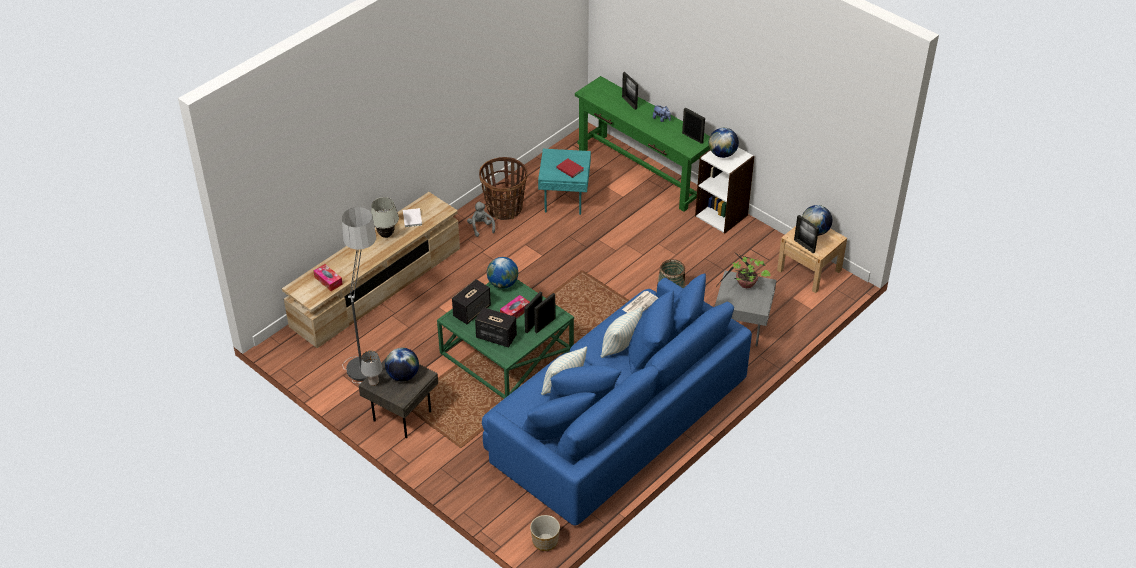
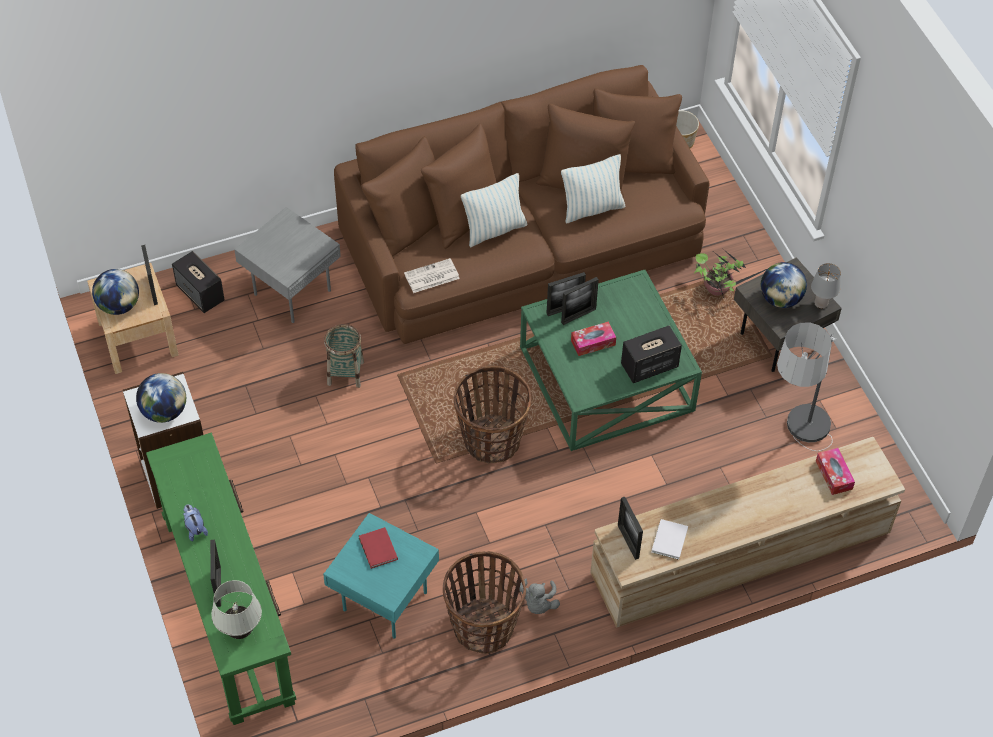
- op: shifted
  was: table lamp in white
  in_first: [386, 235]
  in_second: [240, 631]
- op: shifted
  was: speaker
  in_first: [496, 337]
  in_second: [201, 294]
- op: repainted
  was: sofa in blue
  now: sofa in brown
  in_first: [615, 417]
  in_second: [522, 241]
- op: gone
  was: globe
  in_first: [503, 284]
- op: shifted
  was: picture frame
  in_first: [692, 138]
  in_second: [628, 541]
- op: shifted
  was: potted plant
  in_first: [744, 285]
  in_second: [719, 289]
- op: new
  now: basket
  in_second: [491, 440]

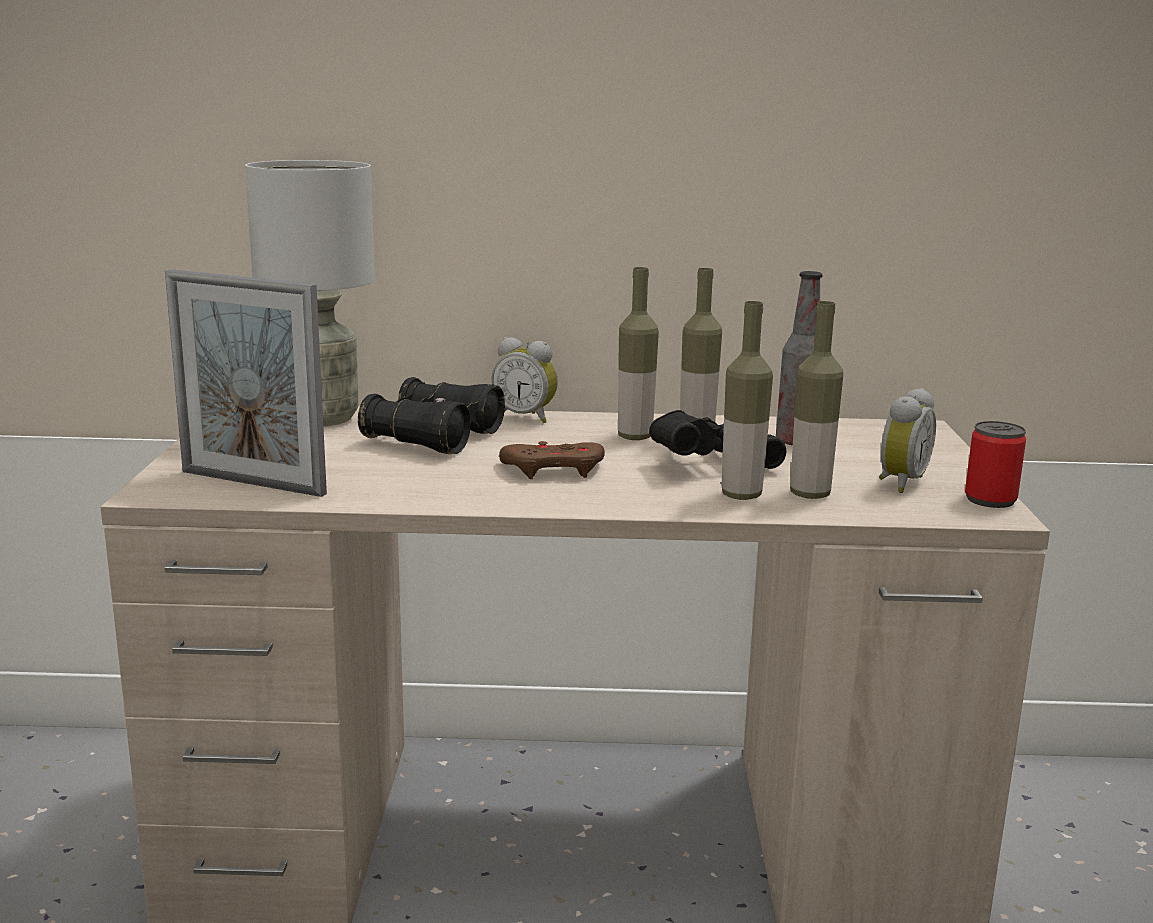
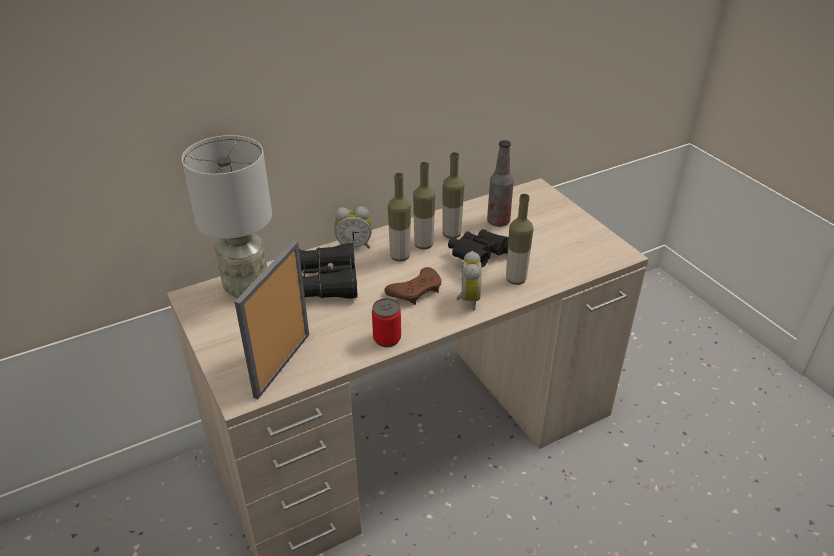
- op: rotated
  was: picture frame
  in_first: [252, 482]
  in_second: [282, 364]
  clockwise: 120
- op: shifted
  was: bottle
  in_first: [810, 494]
  in_second: [400, 257]
- op: shifted
  was: alarm clock
  in_first: [899, 483]
  in_second: [467, 299]
- op: shifted
  was: can
  in_first: [990, 500]
  in_second: [387, 338]

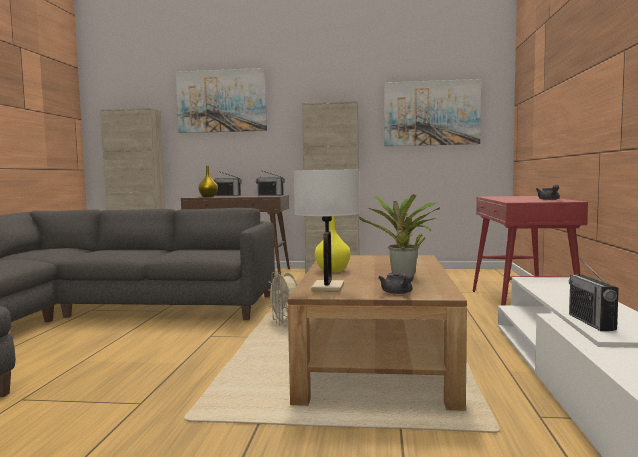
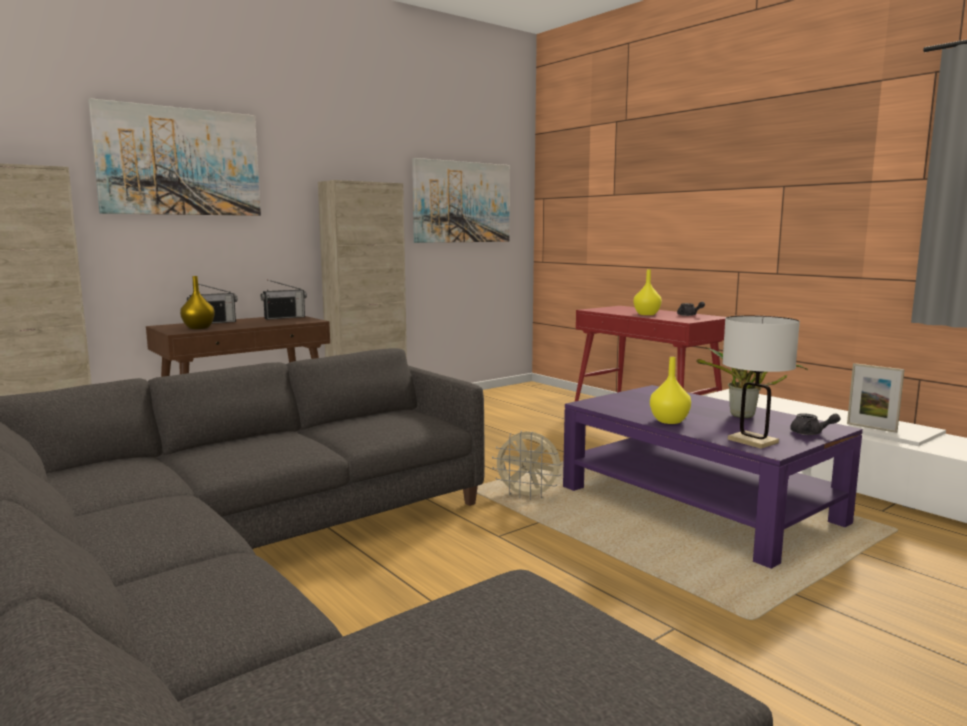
- op: repainted
  was: coffee table in brown
  now: coffee table in purple
  in_first: [376, 359]
  in_second: [697, 504]
- op: swapped
  was: radio
  now: picture frame
  in_first: [591, 322]
  in_second: [871, 428]
- op: new
  now: vase in yellow
  in_second: [646, 314]

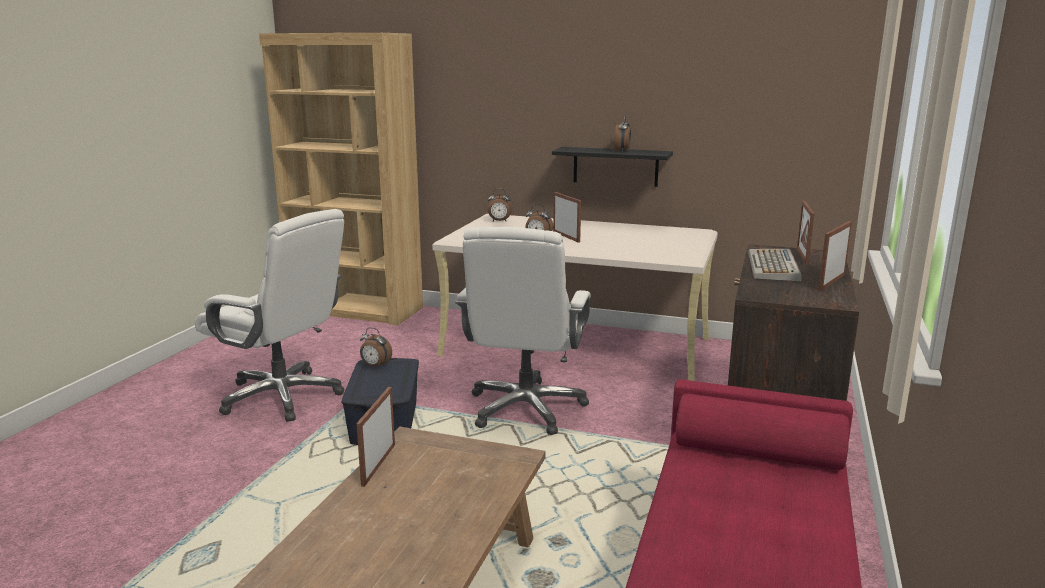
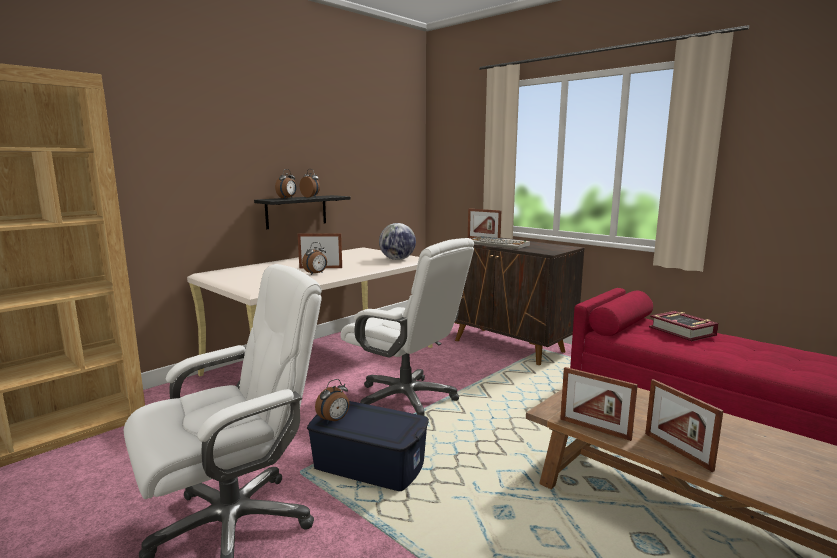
- op: shifted
  was: alarm clock
  in_first: [499, 221]
  in_second: [287, 198]
- op: shifted
  was: picture frame
  in_first: [831, 282]
  in_second: [677, 451]
- op: new
  now: globe
  in_second: [397, 259]
- op: new
  now: book
  in_second: [682, 331]

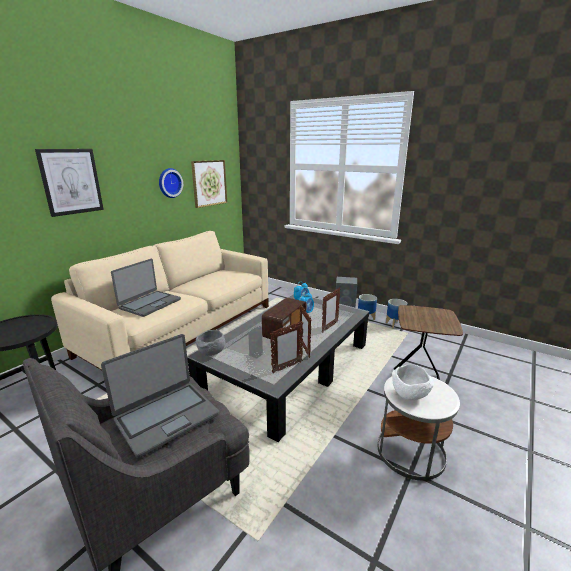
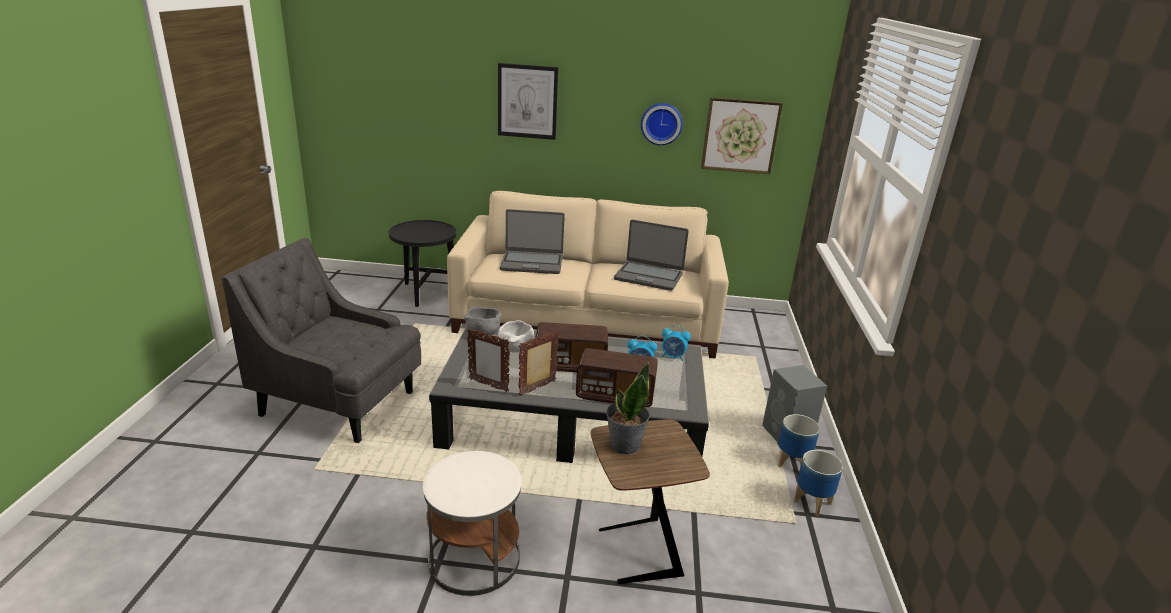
- op: shifted
  was: laptop
  in_first: [166, 417]
  in_second: [649, 276]
- op: swapped
  was: picture frame
  now: radio
  in_first: [329, 327]
  in_second: [615, 395]
- op: shifted
  was: bowl in white
  in_first: [410, 395]
  in_second: [516, 350]
- op: new
  now: potted plant
  in_second: [624, 445]

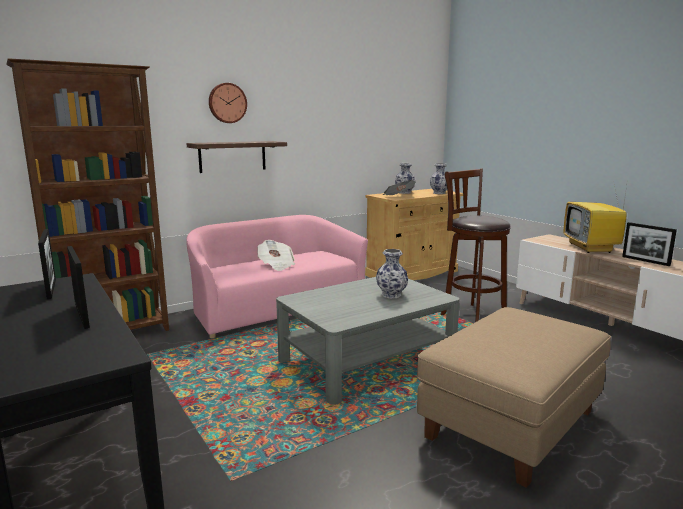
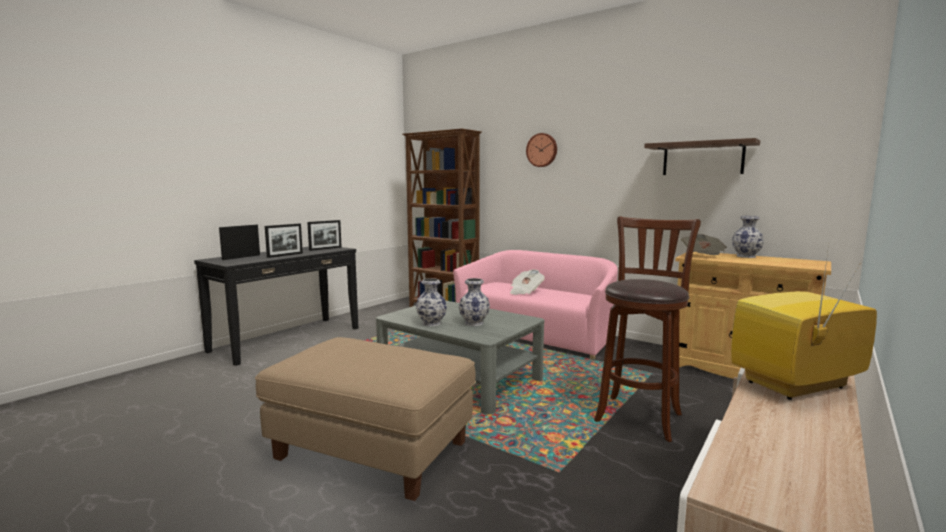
- op: shifted
  was: shelf
  in_first: [232, 156]
  in_second: [702, 158]
- op: shifted
  was: vase
  in_first: [439, 193]
  in_second: [431, 323]
- op: shifted
  was: picture frame
  in_first: [645, 261]
  in_second: [241, 257]

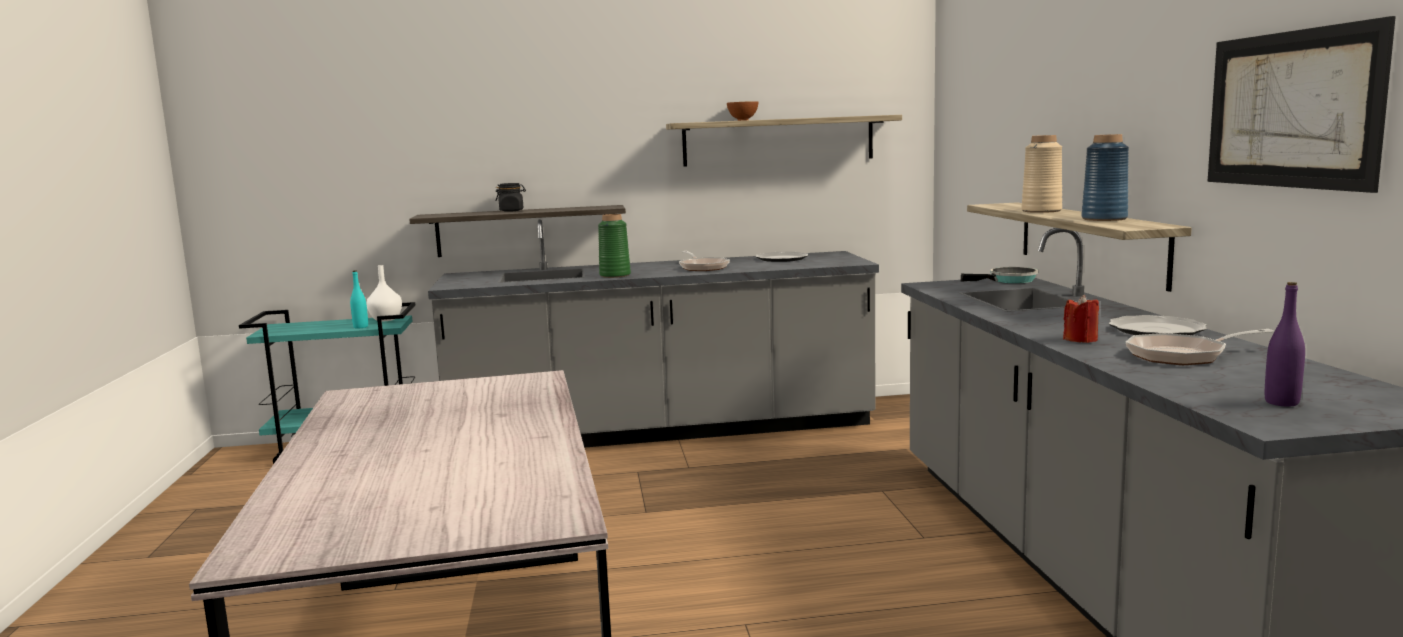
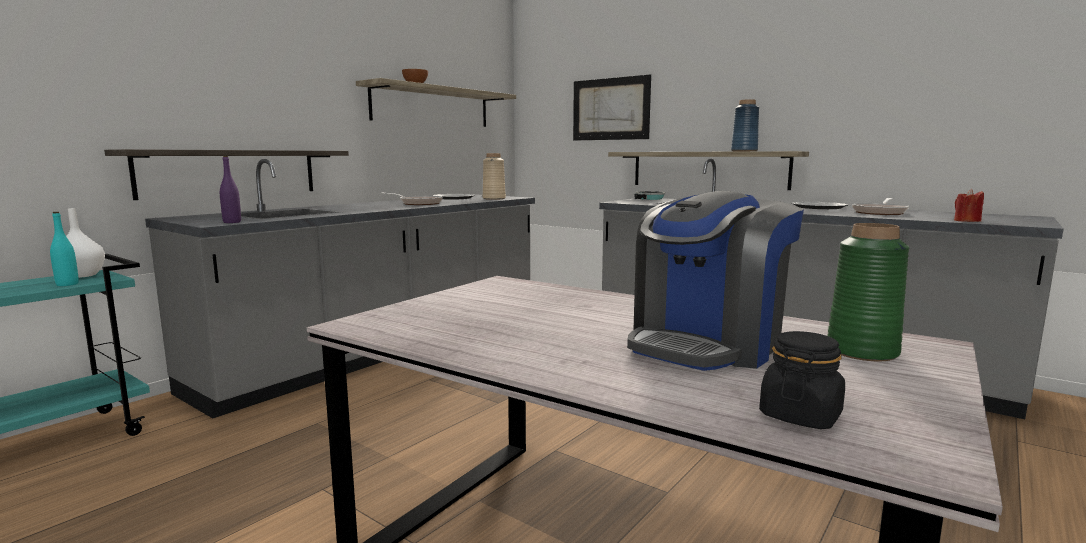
- op: shifted
  was: jar in black
  in_first: [511, 210]
  in_second: [800, 415]
- op: shifted
  was: vase in green
  in_first: [615, 275]
  in_second: [862, 351]
- op: shifted
  was: vase in beige
  in_first: [1041, 211]
  in_second: [494, 198]
- op: shifted
  was: candle in red
  in_first: [1080, 340]
  in_second: [967, 221]
- op: shifted
  was: picture
  in_first: [1291, 109]
  in_second: [610, 109]
- op: shifted
  was: bottle in purple
  in_first: [1281, 402]
  in_second: [232, 222]
- op: new
  now: coffee machine
  in_second: [707, 344]

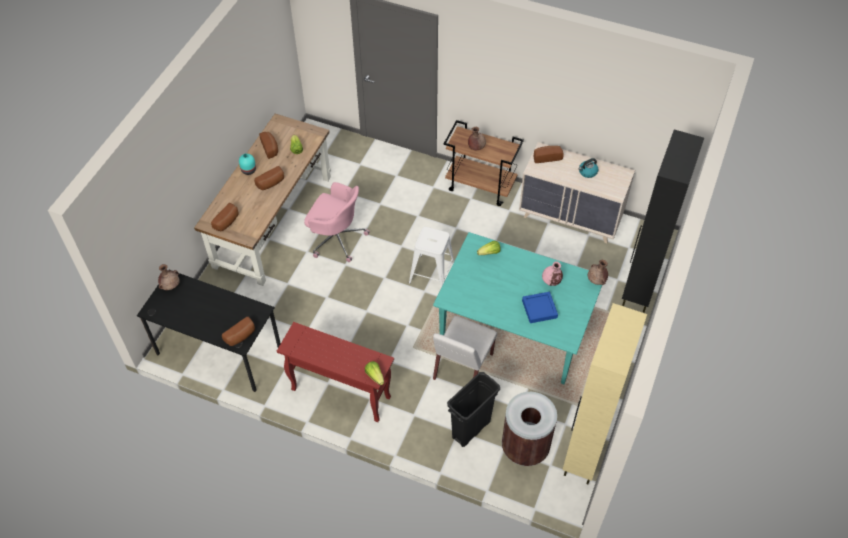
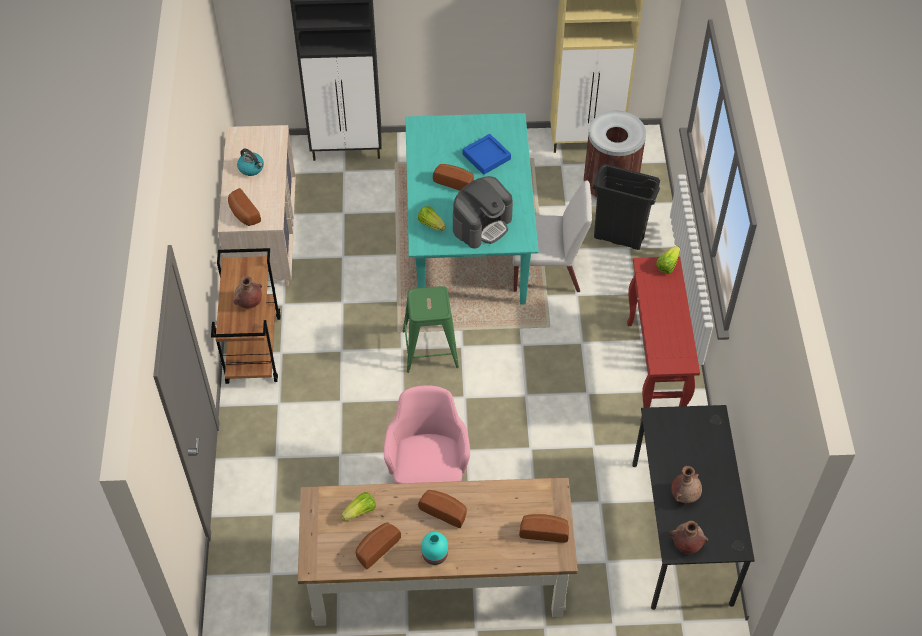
- op: shifted
  was: bread
  in_first: [241, 336]
  in_second: [455, 182]
- op: repainted
  was: stool in white
  now: stool in green
  in_first: [432, 273]
  in_second: [430, 348]
- op: gone
  was: vase in pink
  in_first: [551, 281]
- op: shifted
  was: vase in brown
  in_first: [596, 281]
  in_second: [685, 495]
- op: new
  now: coffee machine
  in_second: [482, 224]

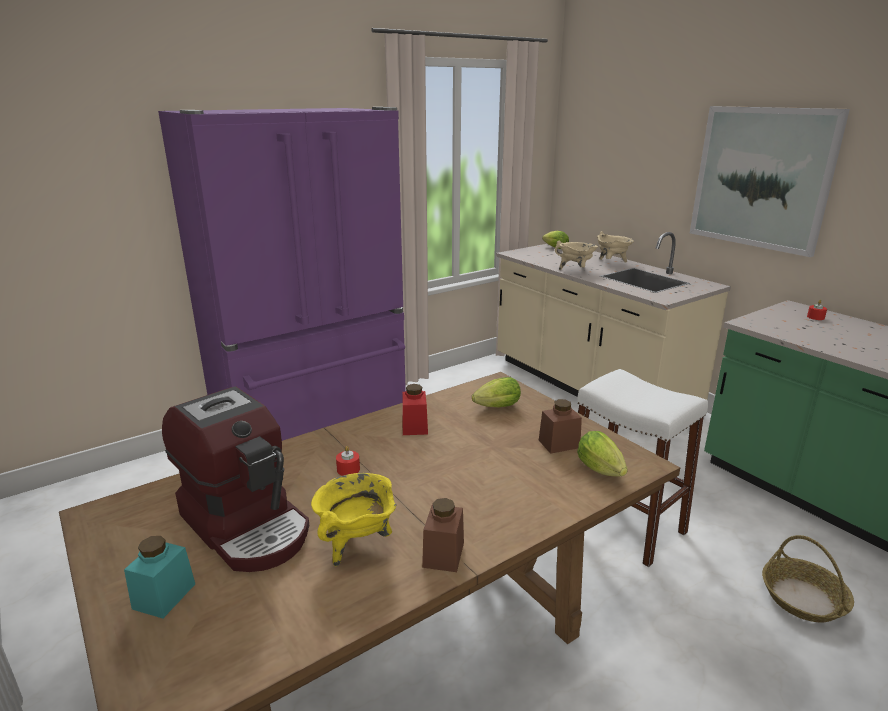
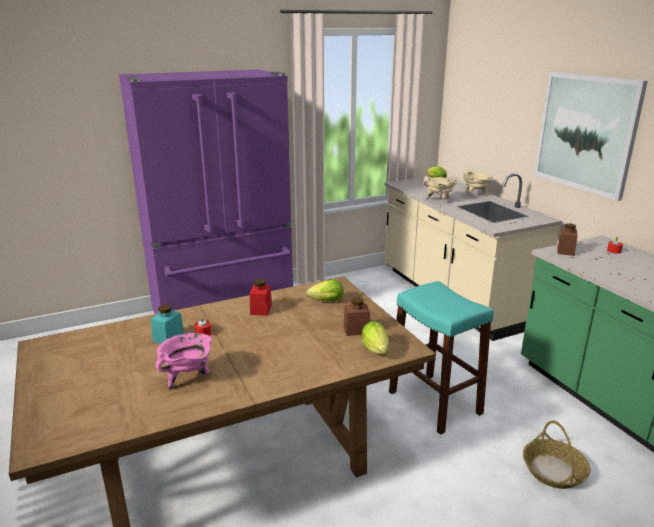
- op: shifted
  was: jar in turquoise
  in_first: [164, 596]
  in_second: [168, 338]
- op: gone
  was: coffee machine
  in_first: [247, 525]
- op: repainted
  was: cooking pot in yellow
  now: cooking pot in pink
  in_first: [357, 543]
  in_second: [188, 378]
- op: shifted
  was: jar in brown
  in_first: [443, 554]
  in_second: [565, 251]
- op: repainted
  was: stool in white
  now: stool in turquoise
  in_first: [623, 524]
  in_second: [434, 402]

